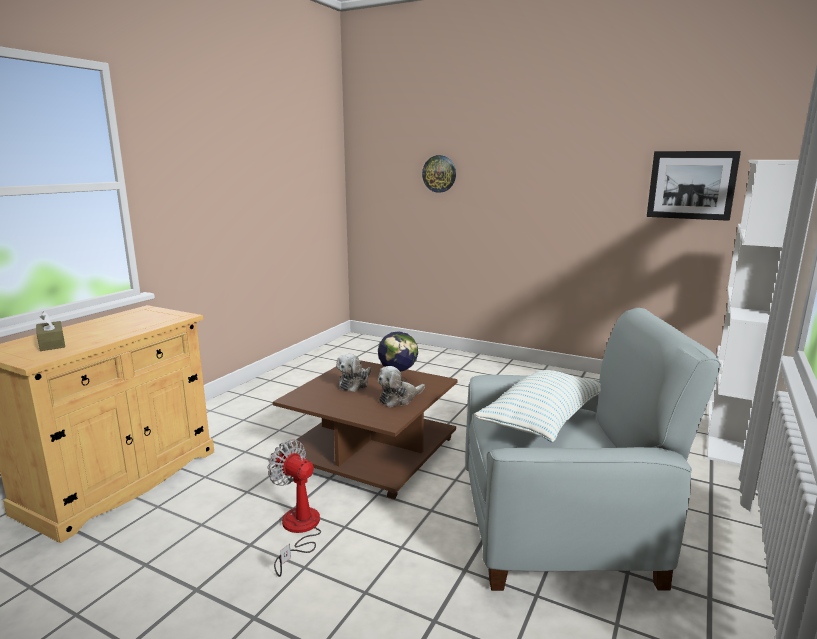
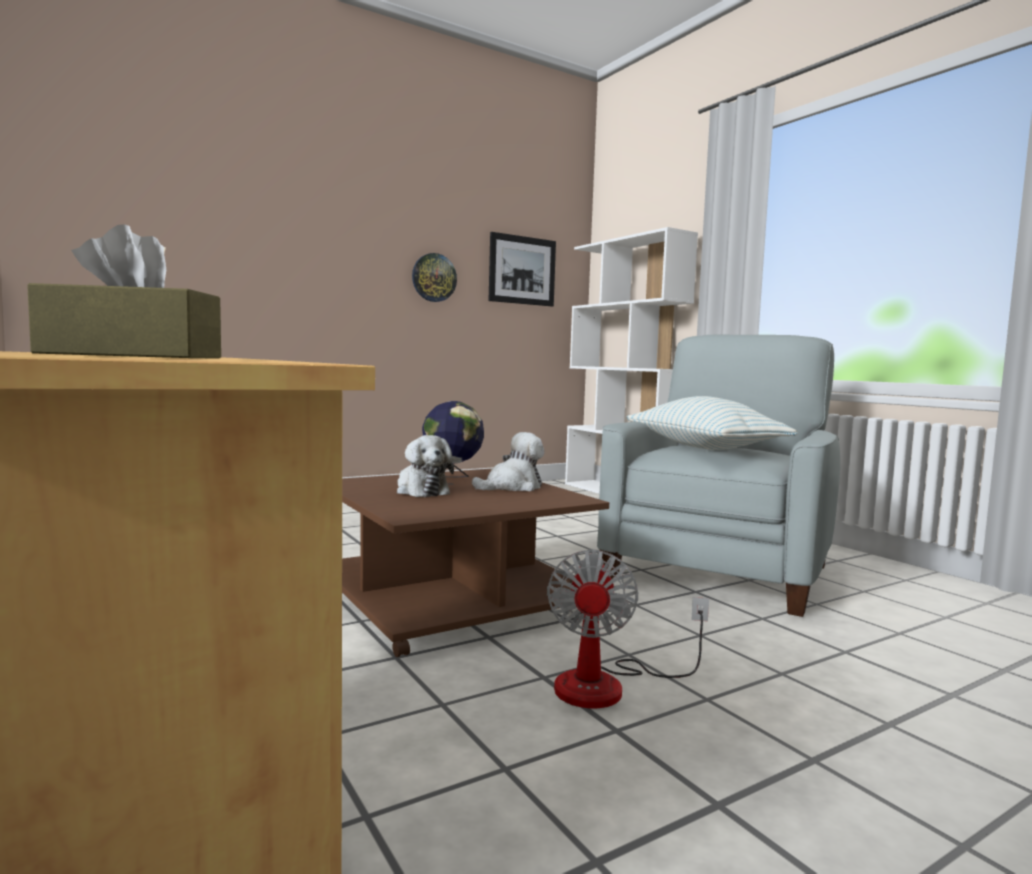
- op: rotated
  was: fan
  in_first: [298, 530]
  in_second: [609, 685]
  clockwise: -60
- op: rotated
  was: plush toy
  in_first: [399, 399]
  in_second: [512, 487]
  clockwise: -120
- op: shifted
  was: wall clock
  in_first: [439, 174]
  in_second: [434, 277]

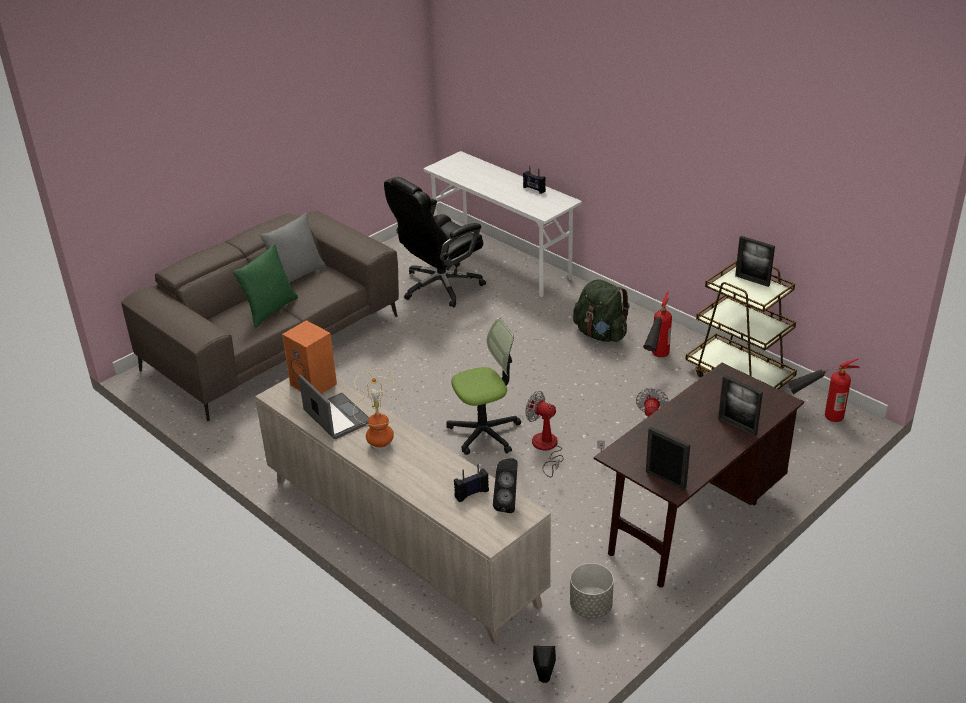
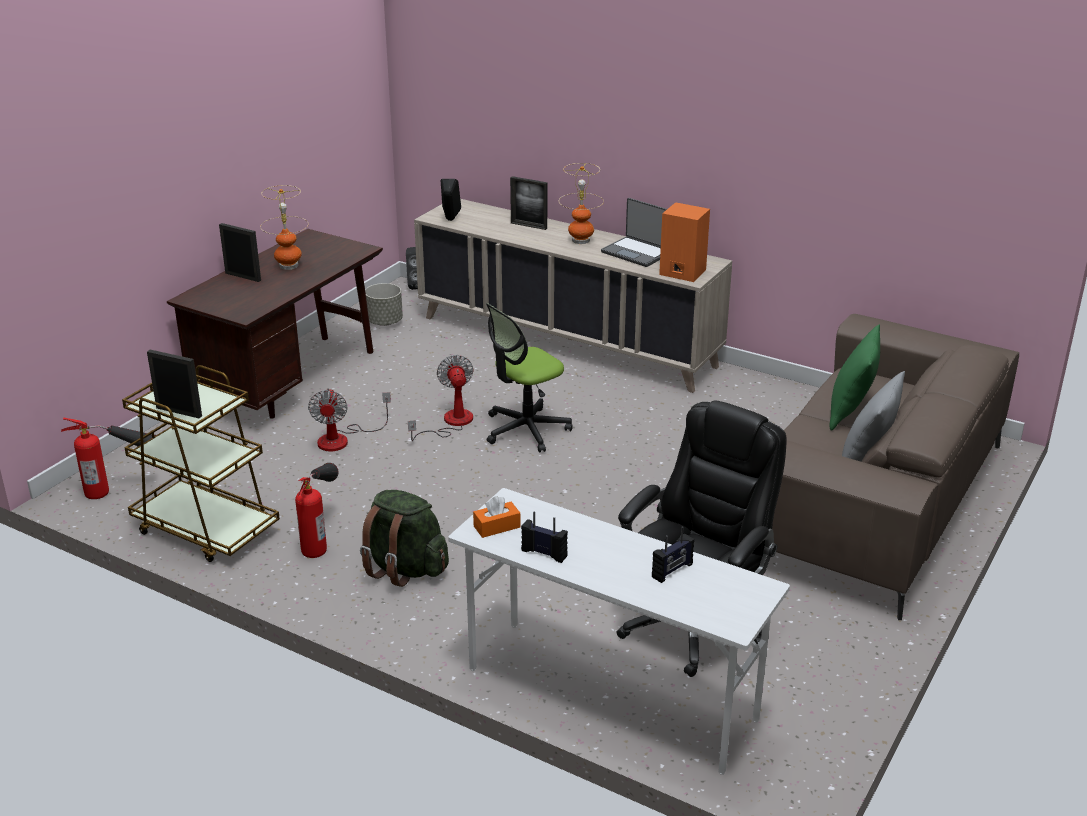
- op: shifted
  was: radio
  in_first: [471, 493]
  in_second: [672, 571]
- op: rotated
  was: fan
  in_first: [546, 448]
  in_second: [450, 423]
  clockwise: -120
- op: shifted
  was: picture frame
  in_first: [665, 479]
  in_second: [529, 226]
- op: new
  now: table lamp
  in_second: [288, 266]
- op: new
  now: tissue box in orange
  in_second: [497, 527]

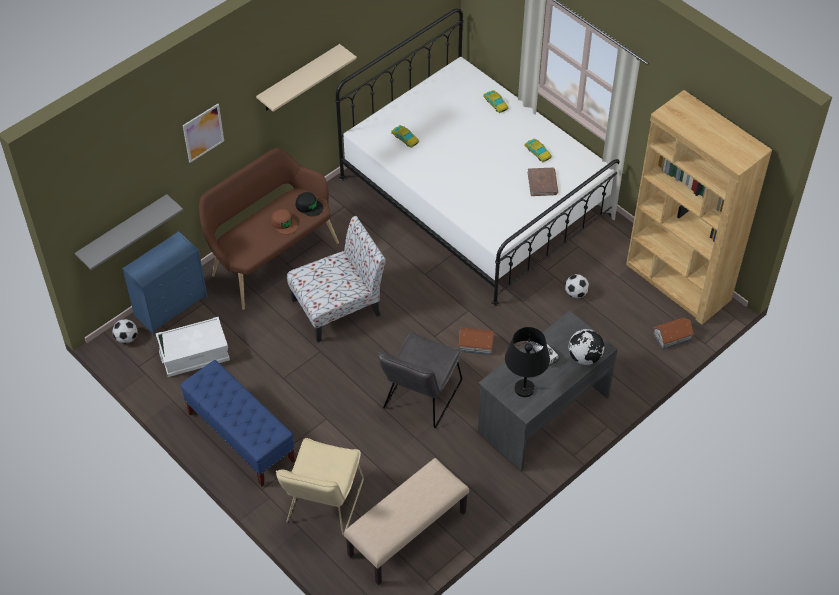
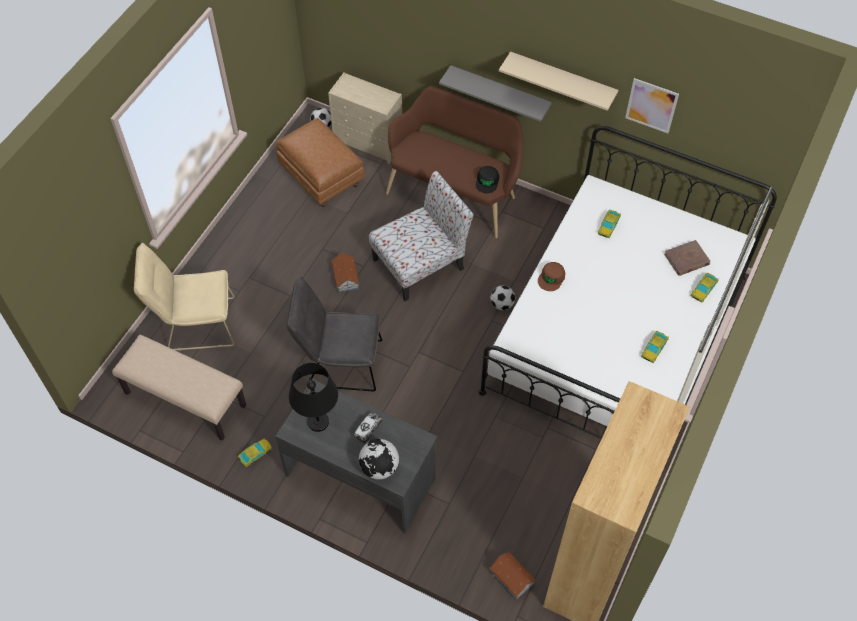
- op: shifted
  was: shelf in grey
  in_first: [123, 231]
  in_second: [499, 92]
- op: repainted
  was: dresser in blue
  now: dresser in beige
  in_first: [171, 306]
  in_second: [369, 143]
- op: swapped
  was: storage box in white
  now: ottoman in brown
  in_first: [194, 355]
  in_second: [322, 178]
- op: gone
  was: bench in blue
  in_first: [240, 437]
- op: shifted
  was: picture
  in_first: [203, 133]
  in_second: [651, 105]
- op: shifted
  was: cap in brown
  in_first: [284, 223]
  in_second: [551, 278]
- op: rotated
  was: chair
  in_first: [338, 306]
  in_second: [420, 263]
  clockwise: -75
- op: shifted
  was: toy house
  in_first: [476, 345]
  in_second: [345, 278]
- op: shifted
  was: book in brown
  in_first: [542, 183]
  in_second: [686, 259]
- op: shifted
  was: football
  in_first: [576, 293]
  in_second: [502, 304]
- op: new
  now: toy car
  in_second: [255, 454]

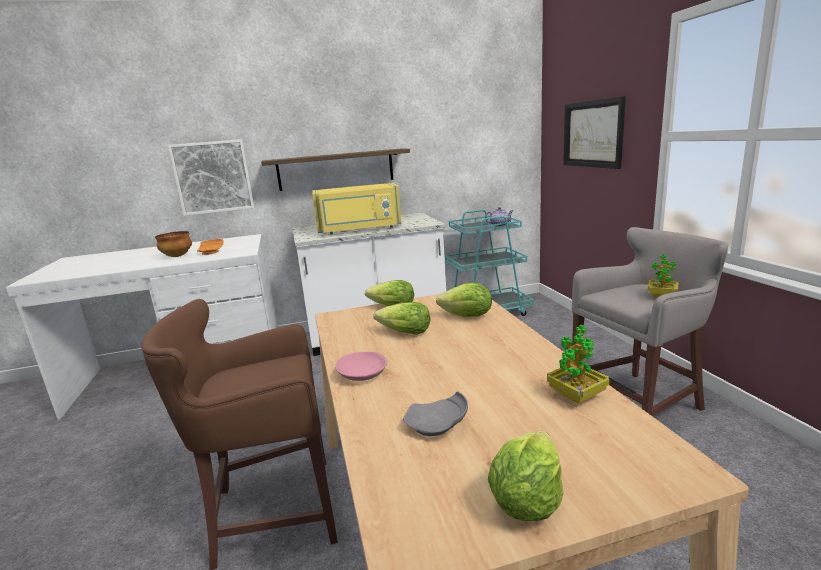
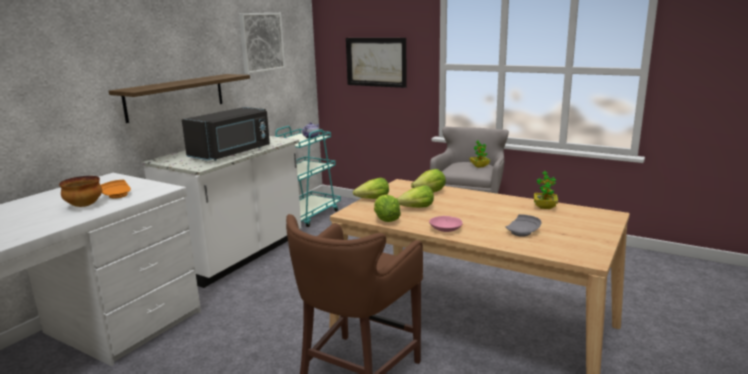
- op: shifted
  was: picture
  in_first: [213, 177]
  in_second: [261, 42]
- op: repainted
  was: microwave in yellow
  now: microwave in black
  in_first: [359, 229]
  in_second: [232, 153]
- op: shifted
  was: lettuce
  in_first: [527, 500]
  in_second: [386, 220]

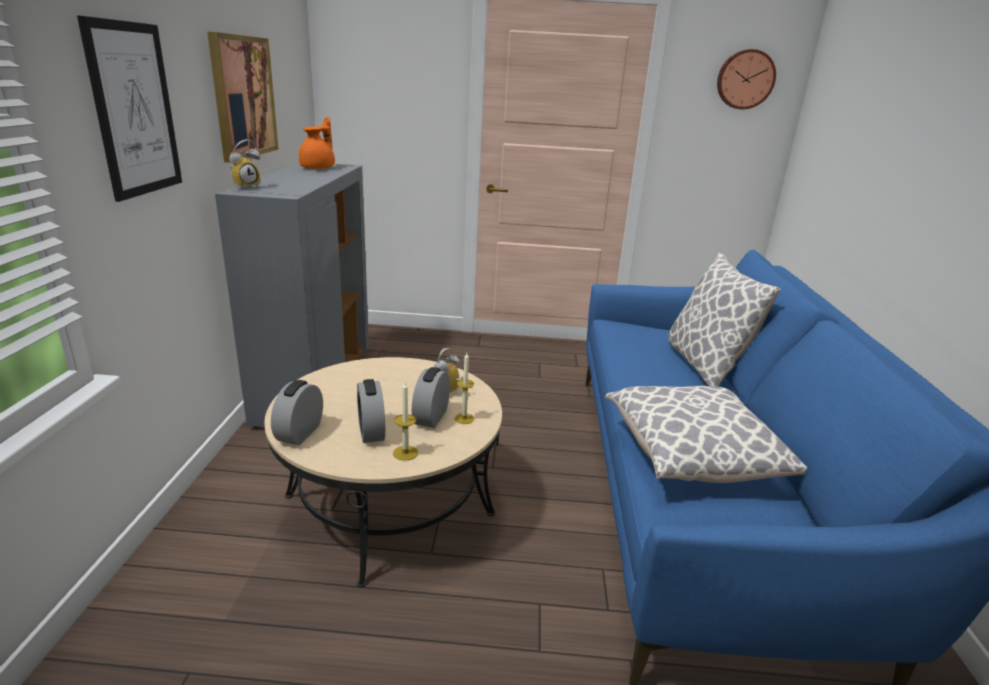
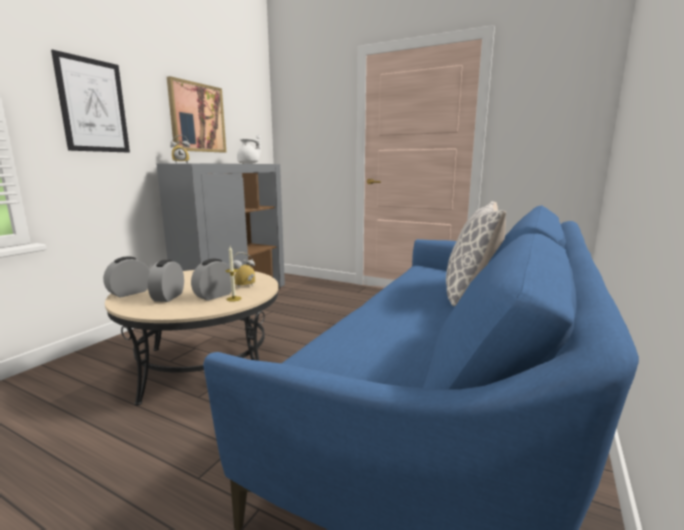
- op: repainted
  was: teapot in orange
  now: teapot in white
  in_first: [319, 168]
  in_second: [249, 163]
- op: gone
  was: candle
  in_first: [405, 453]
- op: gone
  was: pillow
  in_first: [691, 455]
- op: gone
  was: wall clock
  in_first: [745, 79]

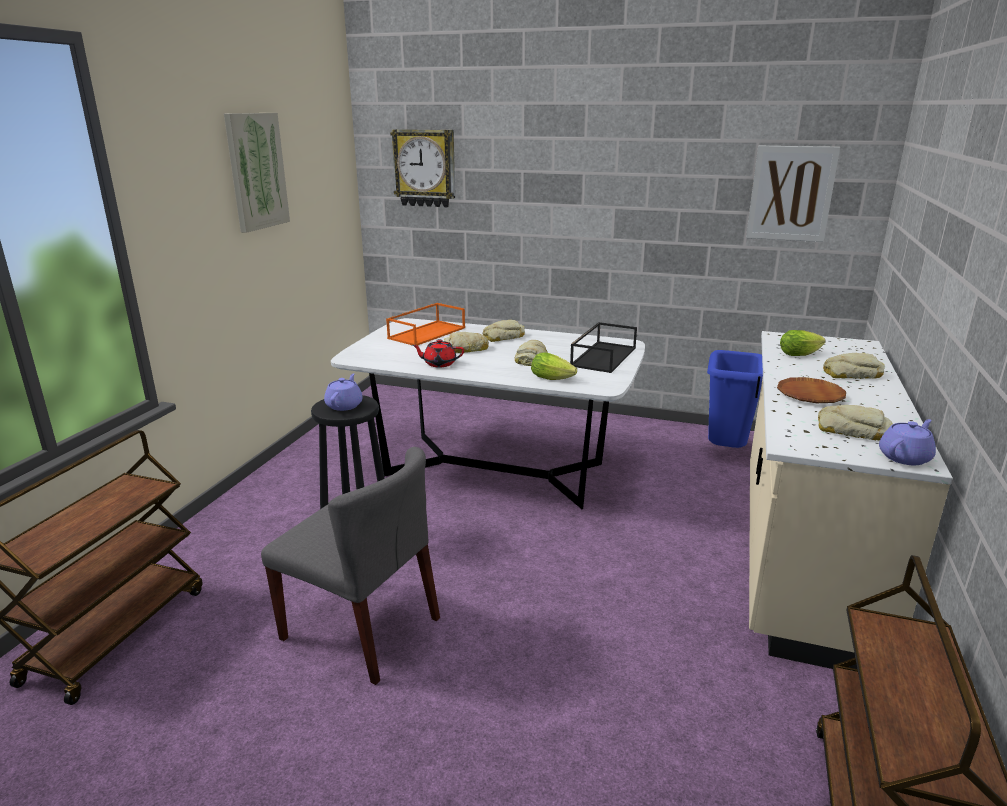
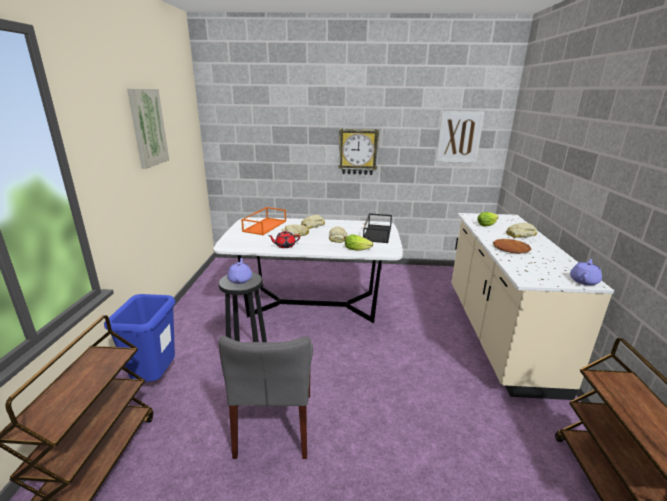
- op: rotated
  was: chair in grey
  in_first: [362, 628]
  in_second: [275, 424]
  clockwise: 75
- op: shifted
  was: wall clock
  in_first: [425, 168]
  in_second: [358, 151]
- op: shifted
  was: trash can in blue
  in_first: [725, 452]
  in_second: [156, 379]
- op: gone
  was: bread
  in_first: [852, 430]

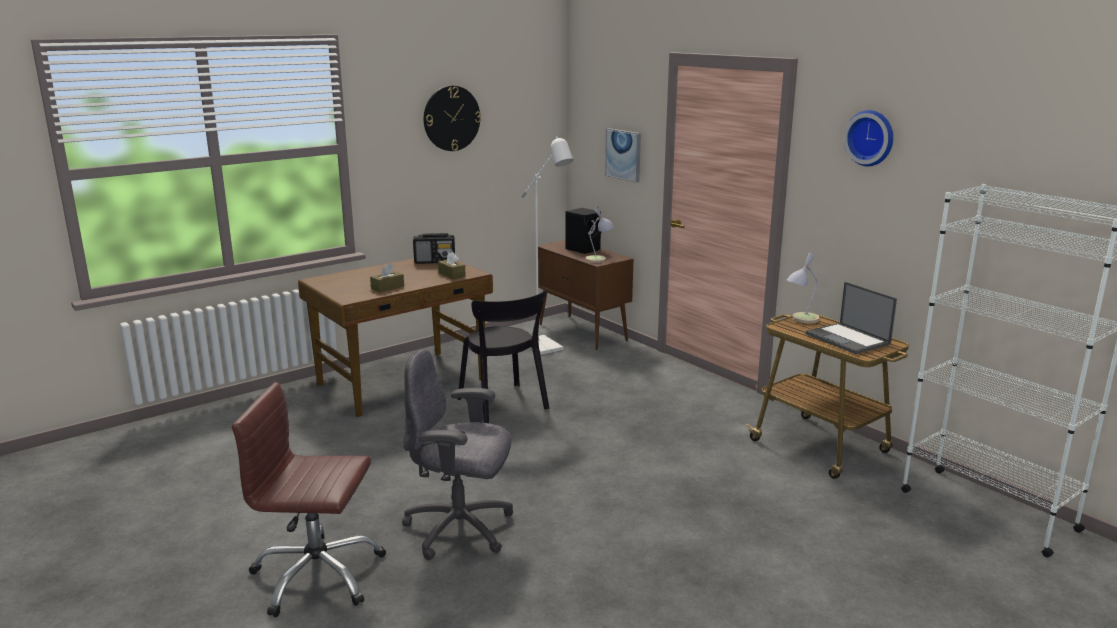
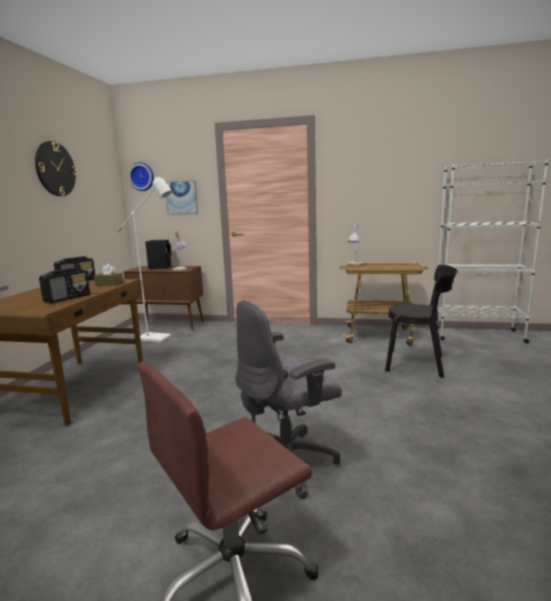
- op: swapped
  was: tissue box in brown
  now: radio
  in_first: [387, 287]
  in_second: [68, 298]
- op: shifted
  was: chair in black
  in_first: [504, 405]
  in_second: [418, 364]
- op: gone
  was: laptop
  in_first: [848, 339]
- op: shifted
  was: wall clock
  in_first: [871, 138]
  in_second: [142, 176]

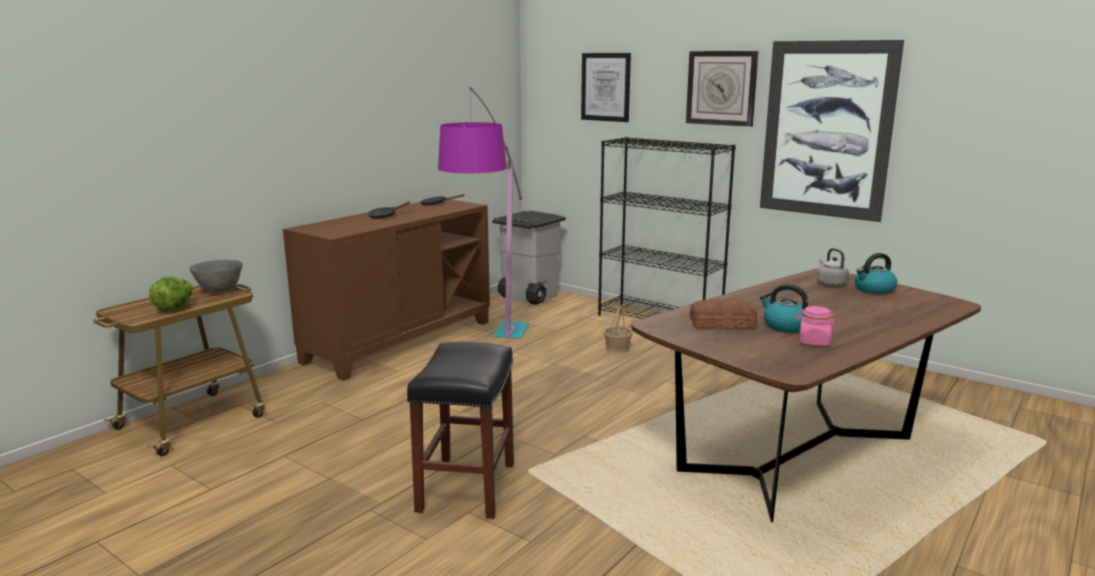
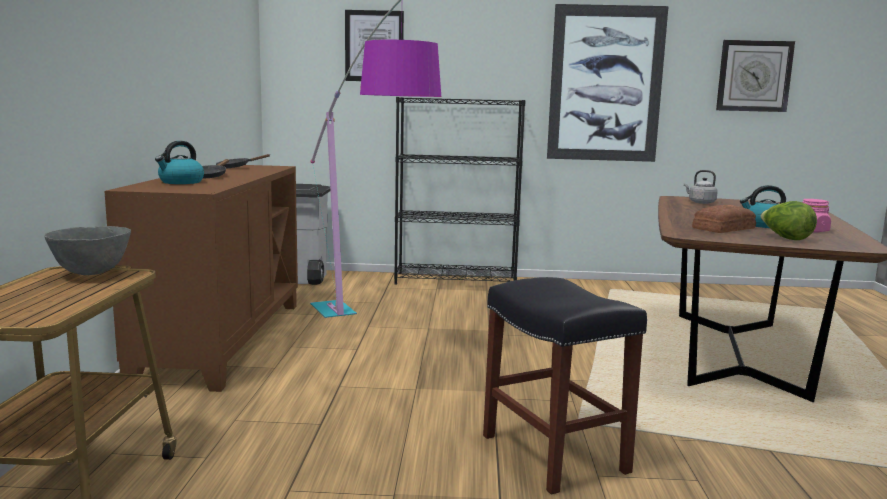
- op: shifted
  was: lettuce
  in_first: [175, 308]
  in_second: [785, 238]
- op: gone
  was: basket
  in_first: [617, 349]
- op: shifted
  was: wall clock
  in_first: [721, 88]
  in_second: [754, 76]
- op: shifted
  was: kettle
  in_first: [874, 290]
  in_second: [181, 182]

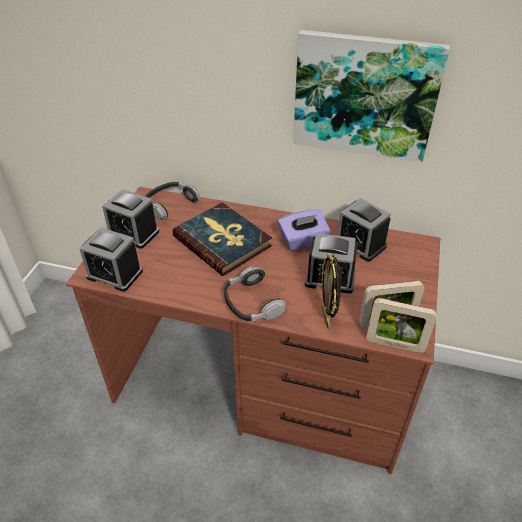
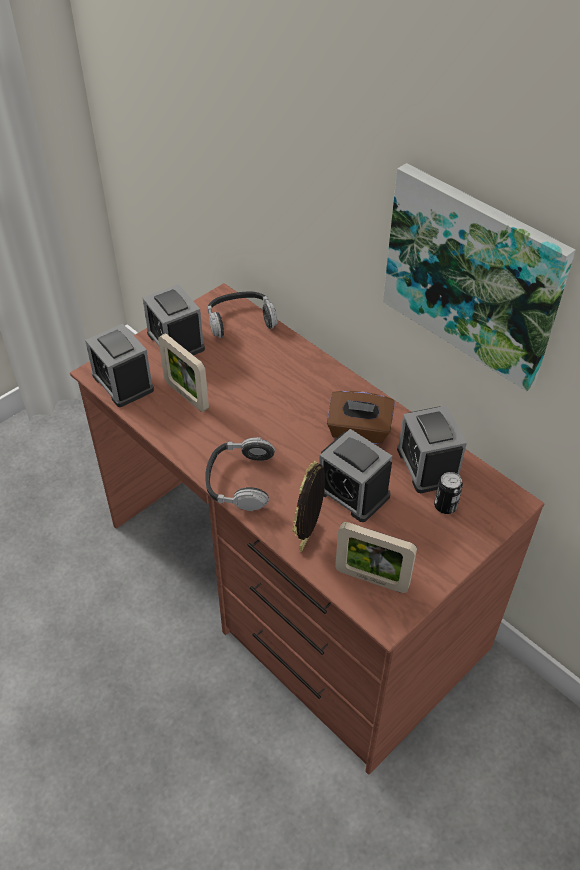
- op: gone
  was: book
  in_first: [222, 241]
- op: repainted
  was: tissue box in purple
  now: tissue box in brown
  in_first: [303, 241]
  in_second: [358, 431]
- op: shifted
  was: picture frame
  in_first: [395, 344]
  in_second: [186, 395]
- op: new
  now: can
  in_second: [445, 506]

